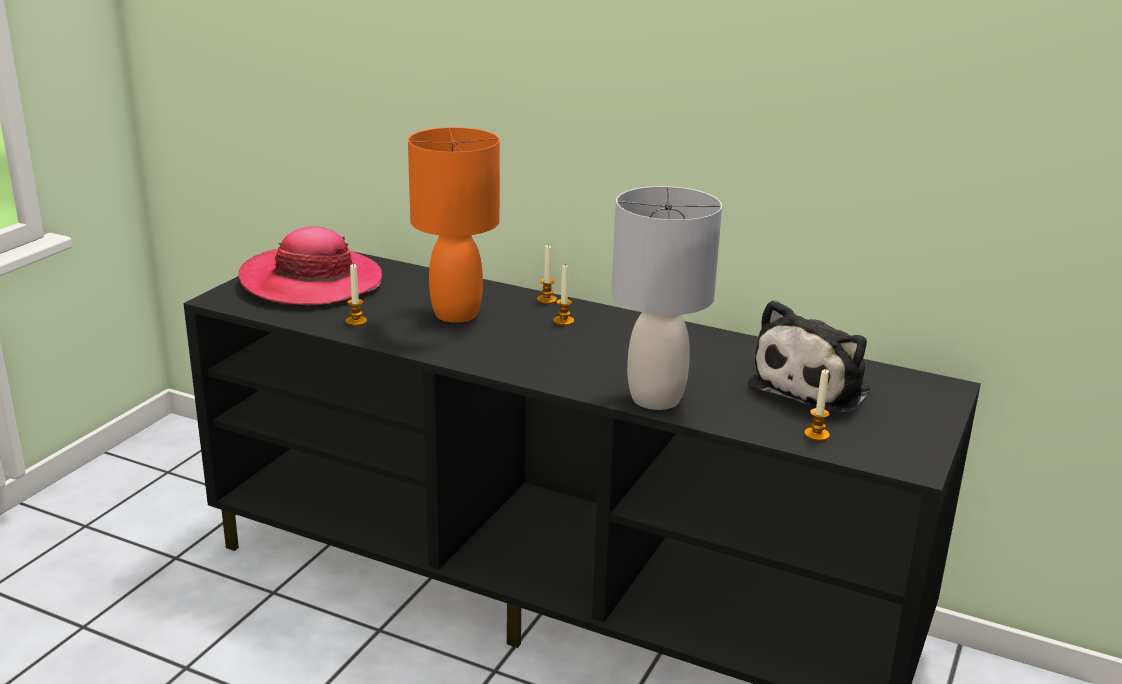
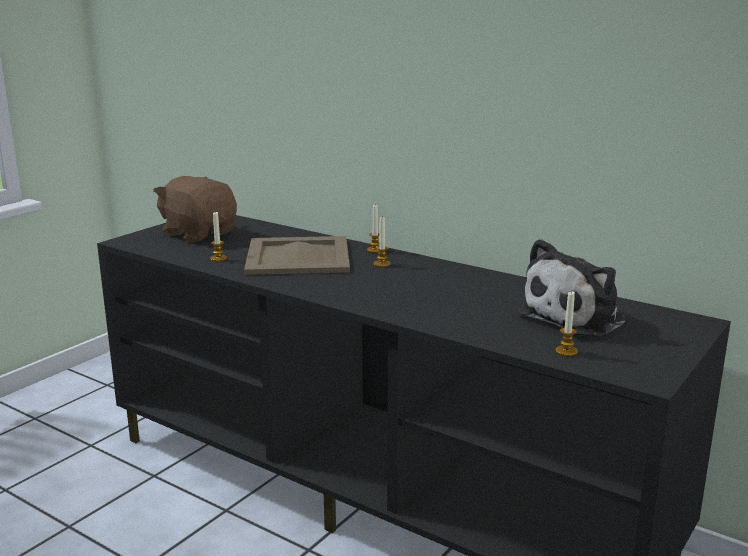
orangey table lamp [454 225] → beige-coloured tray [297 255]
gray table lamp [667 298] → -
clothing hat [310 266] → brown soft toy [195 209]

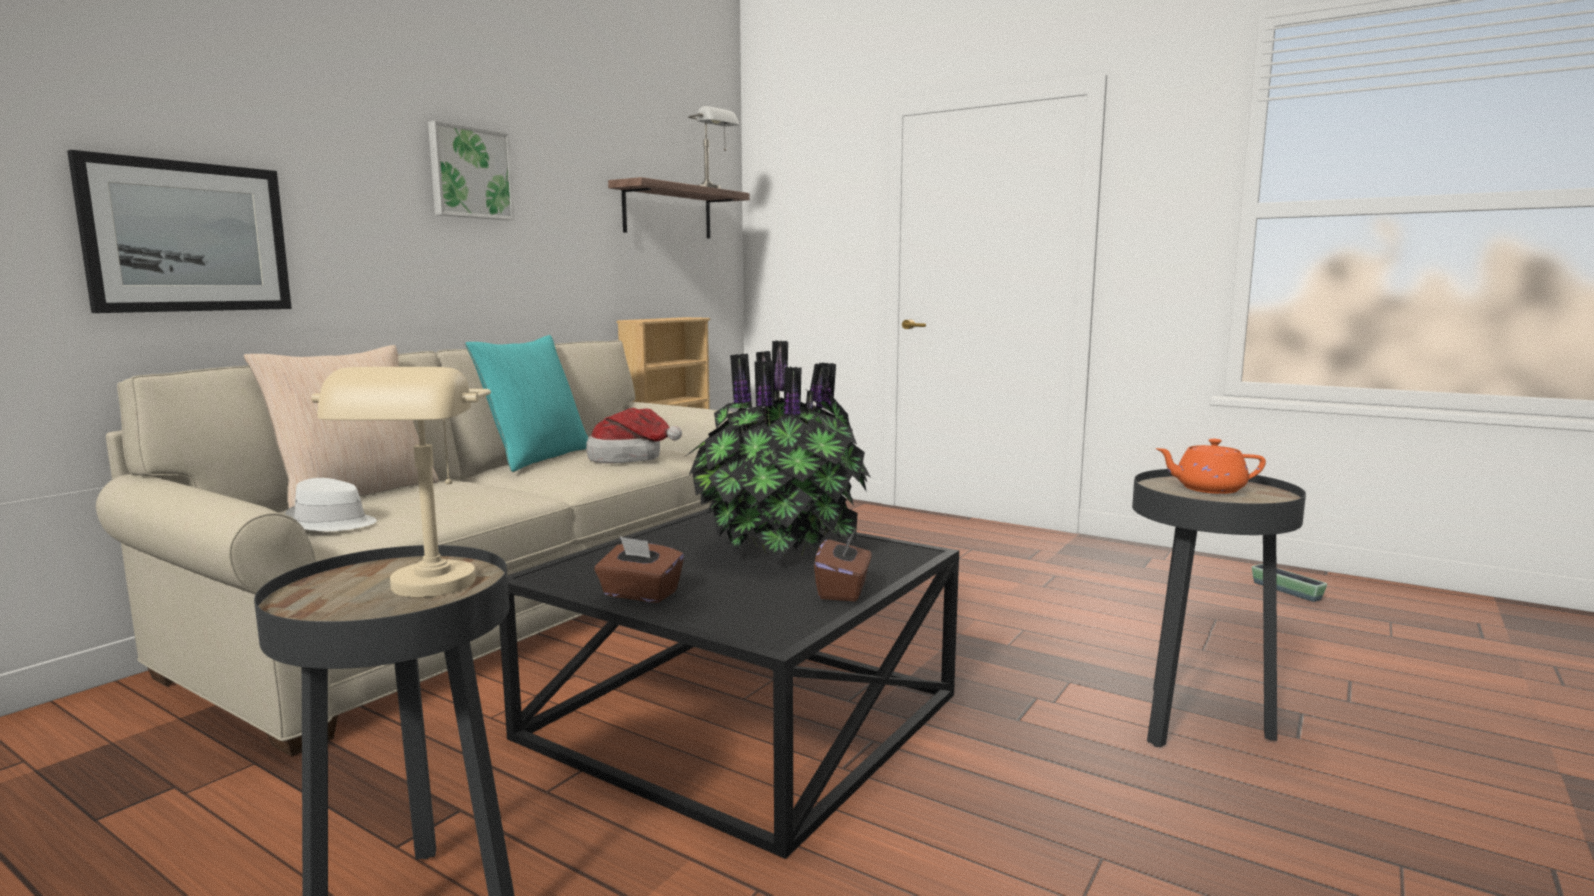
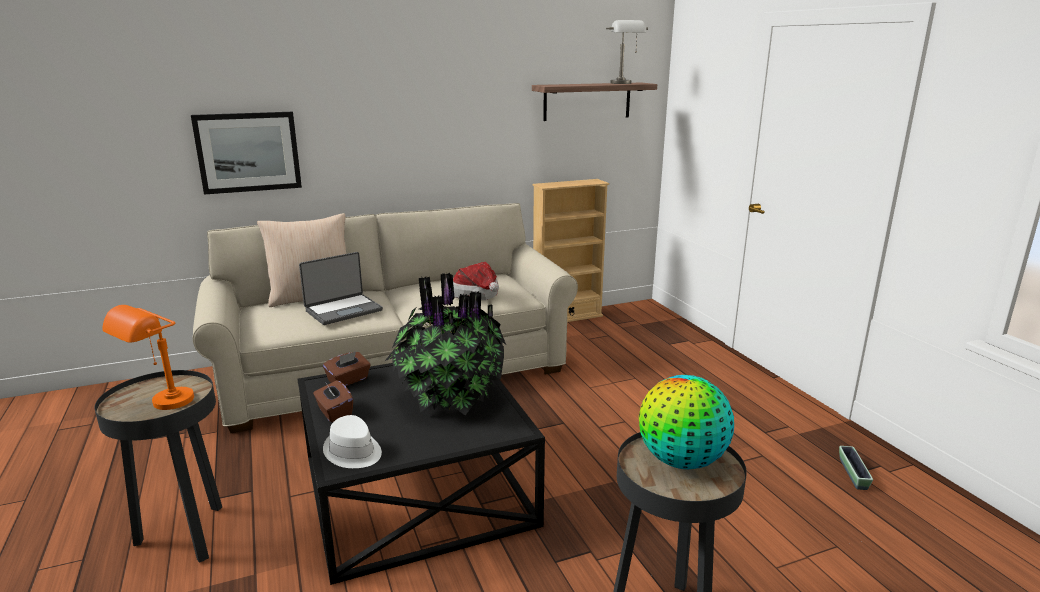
wall picture [471 170] → -
turquoise-coloured cushion [526 403] → -
beige-coloured table lamp [401 482] → orangey table lamp [148 357]
orangey pot for tea [1210 466] → desk globe [686 422]
white clothing hat [331 504] → white clothing hat [352 441], shifted
brown box of tissues [843 566] → brown box of tissues [347 369], shifted
flower pot [1289 583] → flower pot [856 468], shifted
- → notebook computer [341 288]

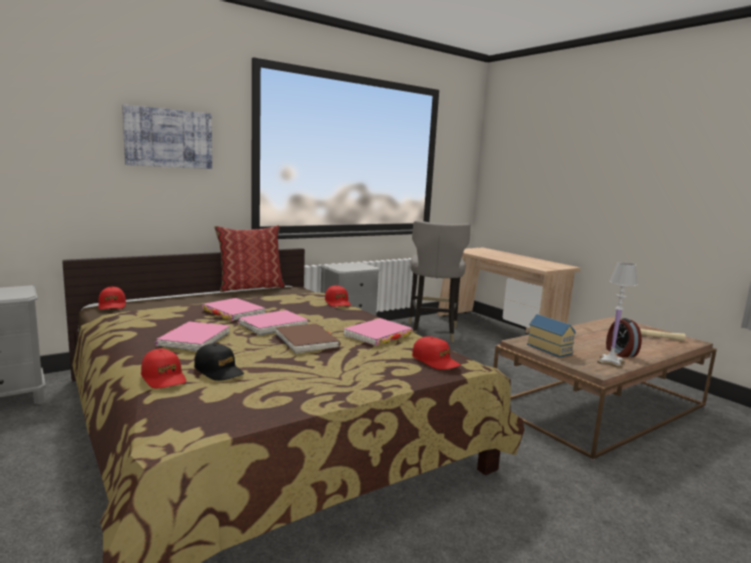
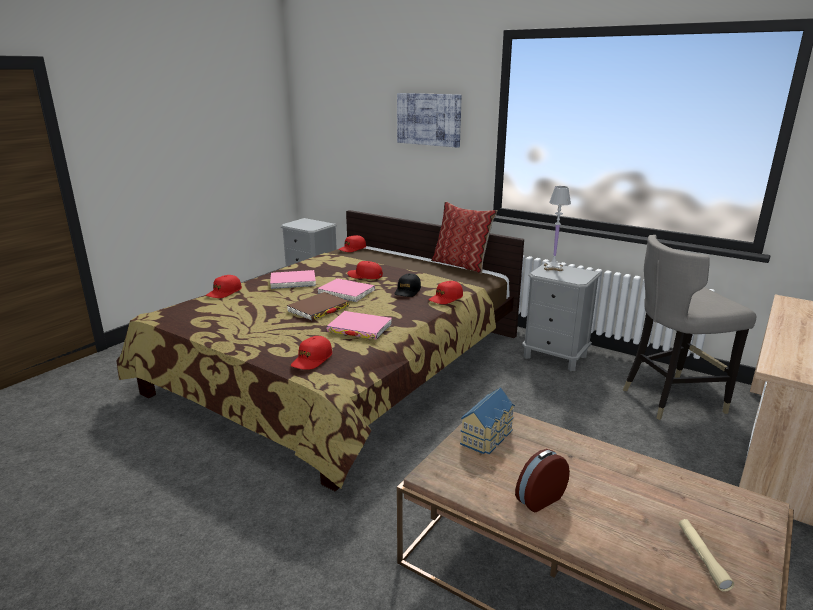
white table lamp [617 315] → white table lamp [557 228], shifted
pinkish volume [234 309] → reddish baseball cap [365 270]
blackish baseball cap [219 362] → blackish baseball cap [407 285], shifted

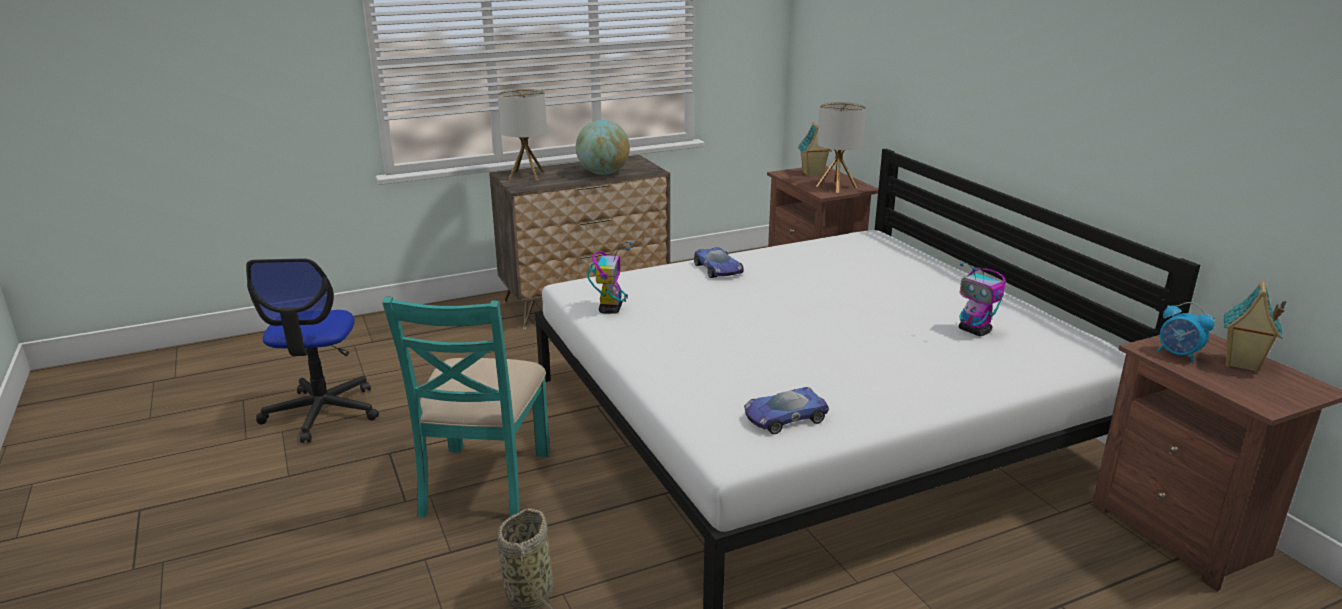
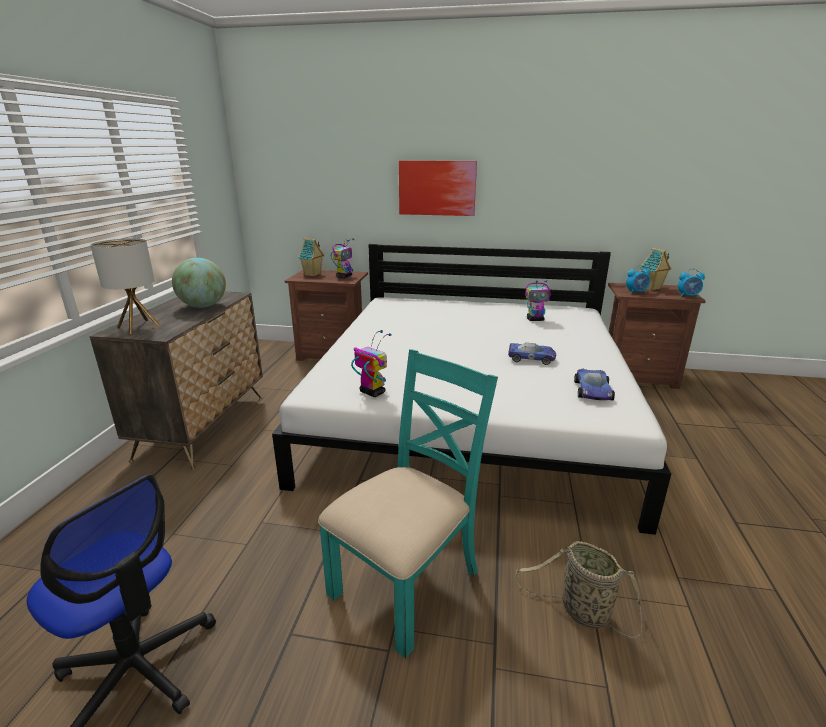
table lamp [841 147] → model robot [342 258]
toy car [719 262] → toy car [532 354], shifted
turquoise-coloured upright chair [466 406] → turquoise-coloured upright chair [408 503], 90 degrees counterclockwise
- → wall picture [438 188]
- → table clock [691 283]

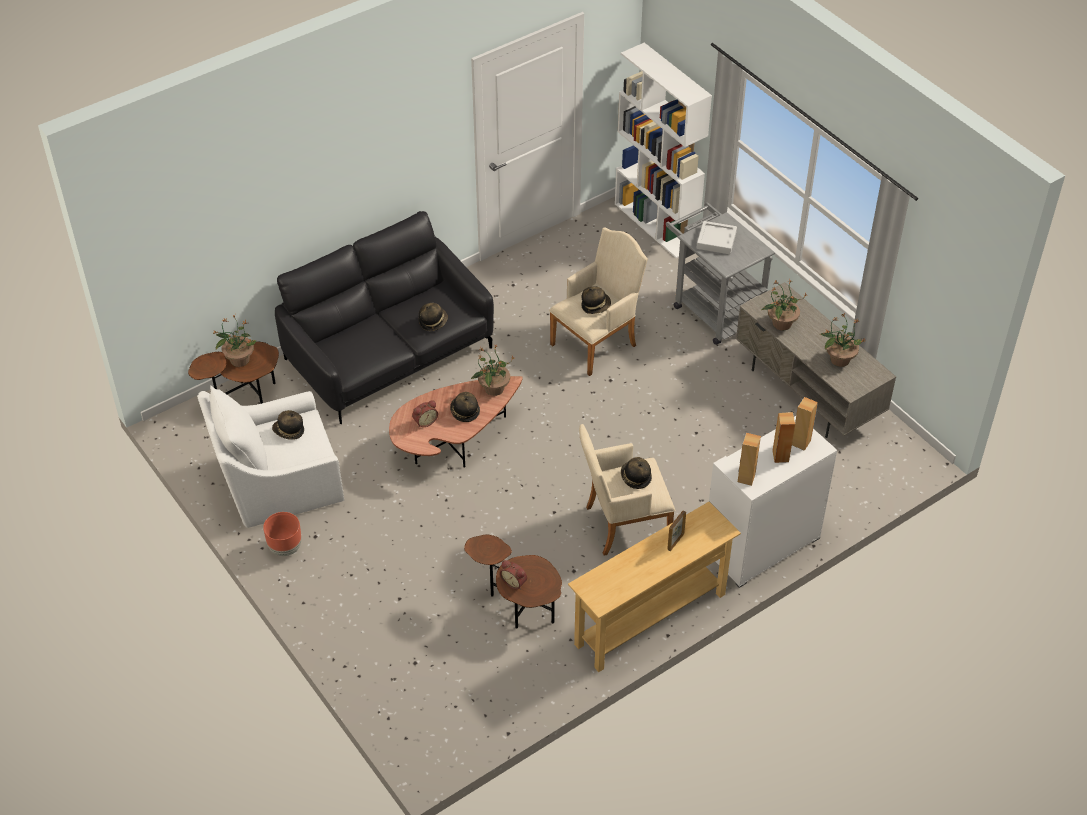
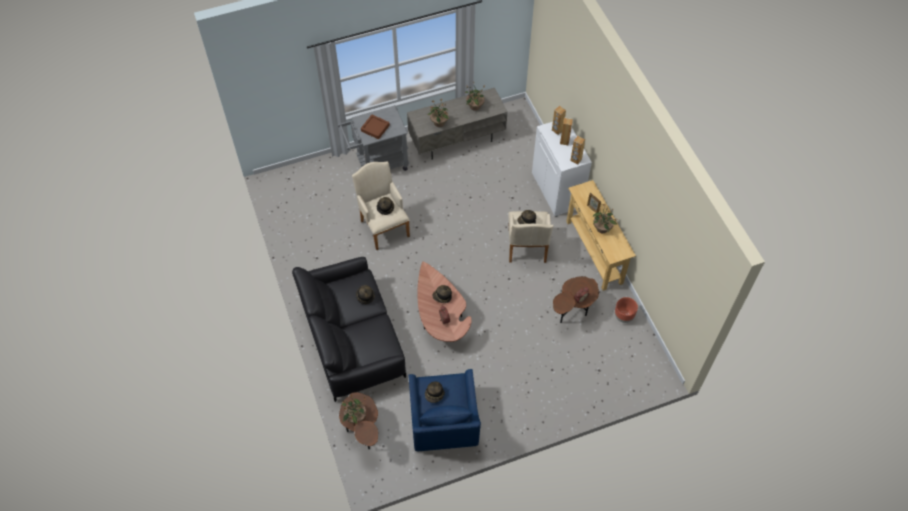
white bookshelf [663 150] → -
gray tray [716 237] → brown tray [375 127]
plant in a pot [492 370] → plant in a pot [605 218], shifted
white easy chair [270 456] → blue easy chair [444 410]
brown flower pot [282 534] → brown flower pot [626 310], shifted

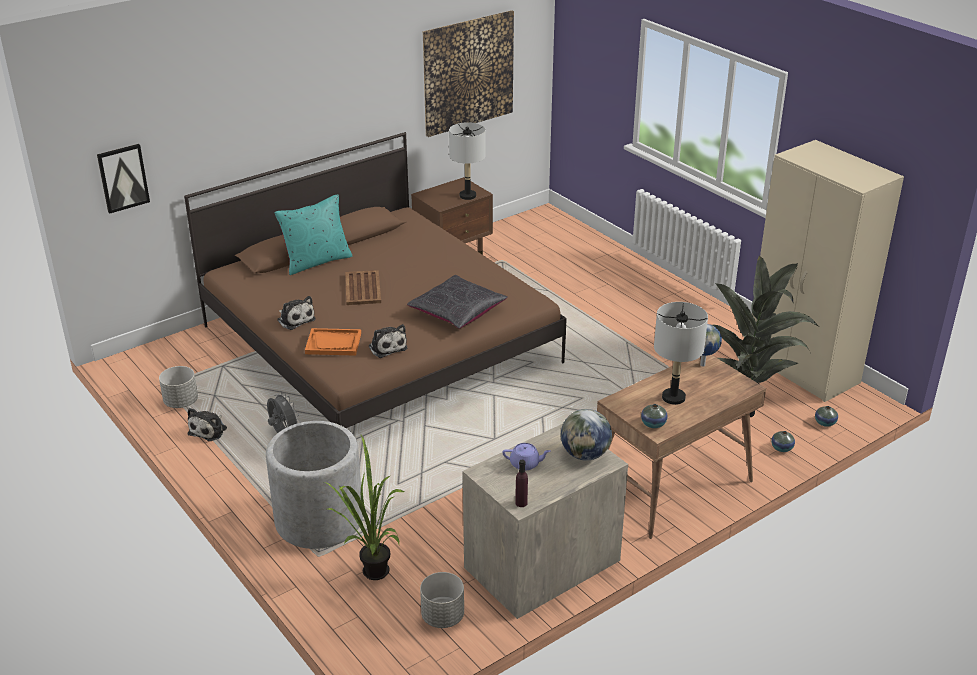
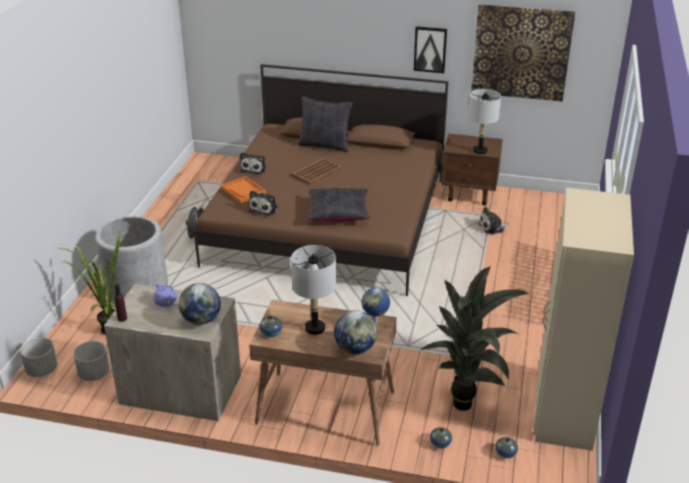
wall picture [123 179] → wall picture [430 49], shifted
turquoise-coloured cushion [313 235] → blackish cushion [325 124]
gray flower pot [178 387] → gray flower pot [38 357], shifted
soft toy [207 424] → soft toy [493 221], shifted
- → desk globe [355 332]

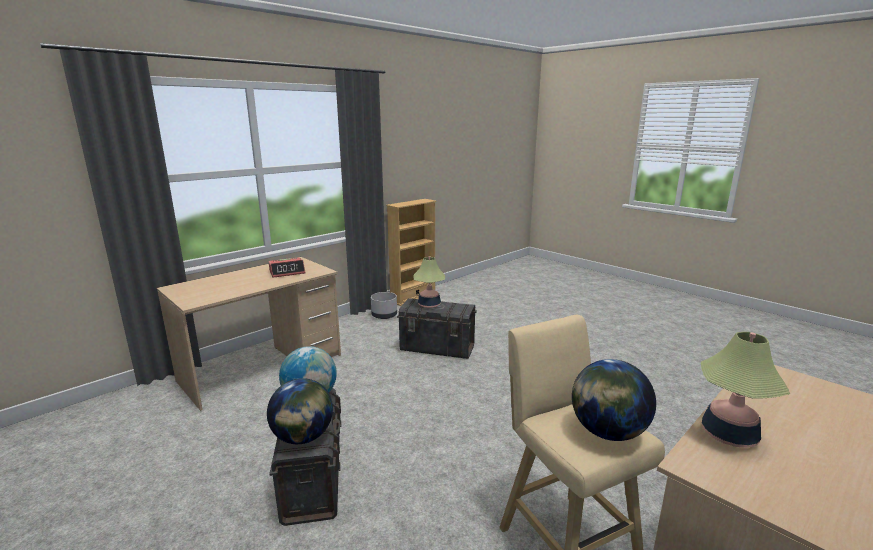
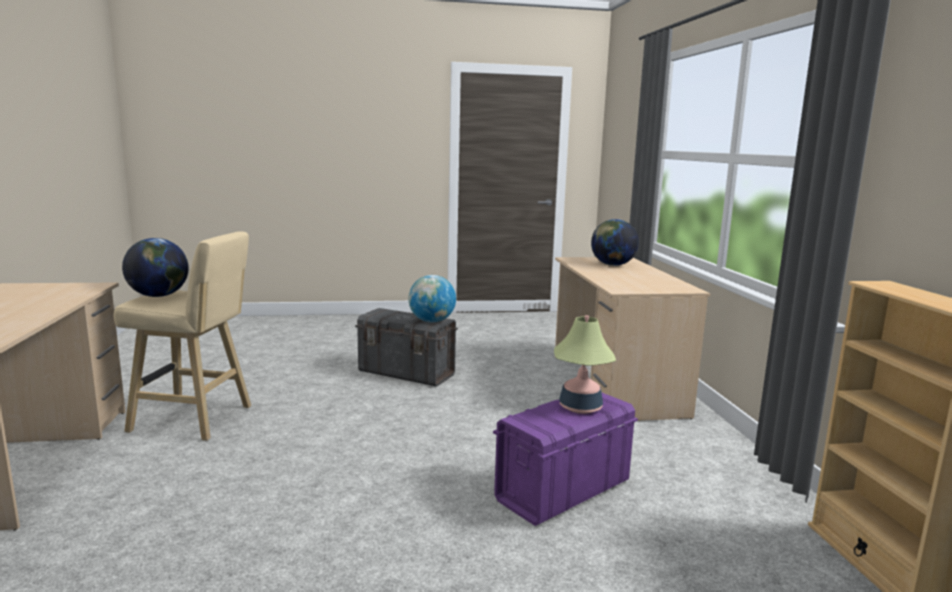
table clock [287 267] → -
gray flower pot [384 305] → -
gray storage box [437 328] → purple storage box [565 459]
table lamp [745 390] → -
desk globe [300 411] → desk globe [615 242], shifted

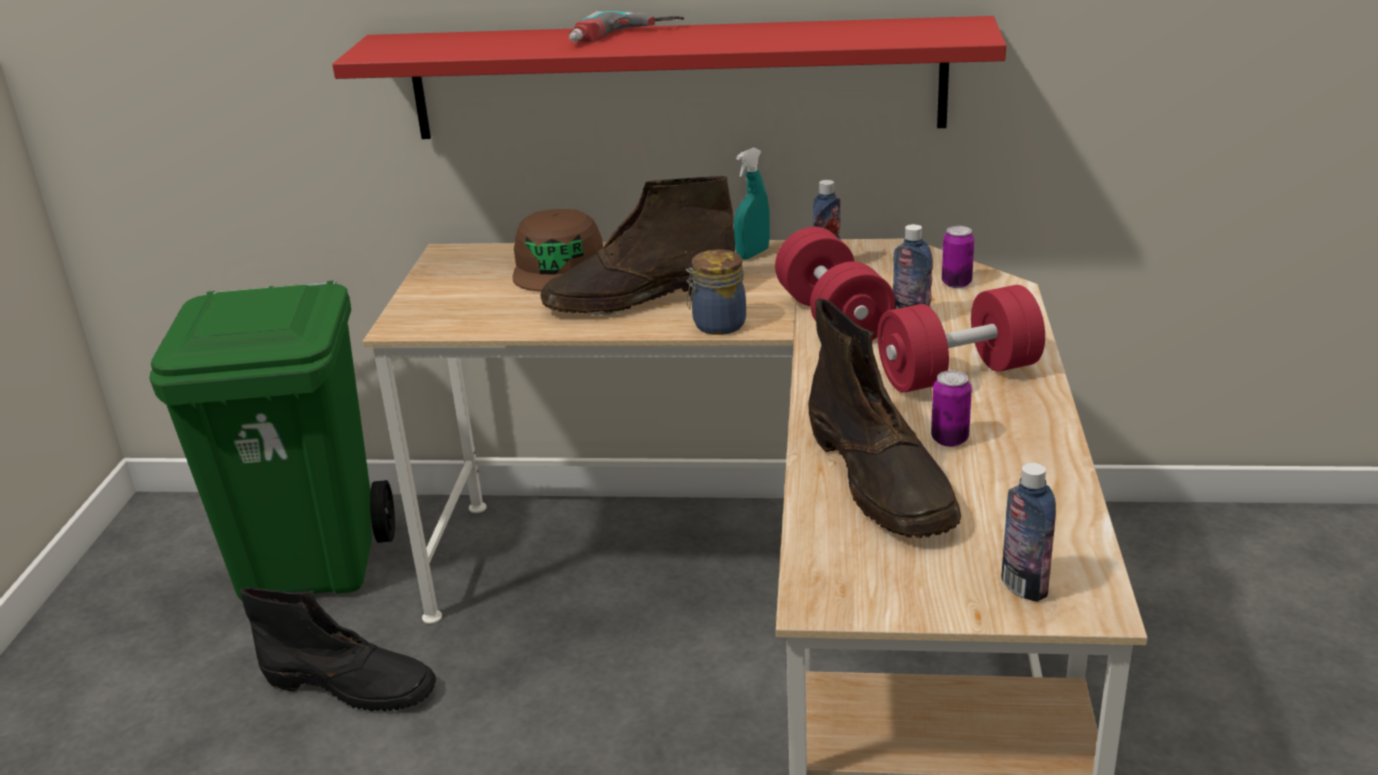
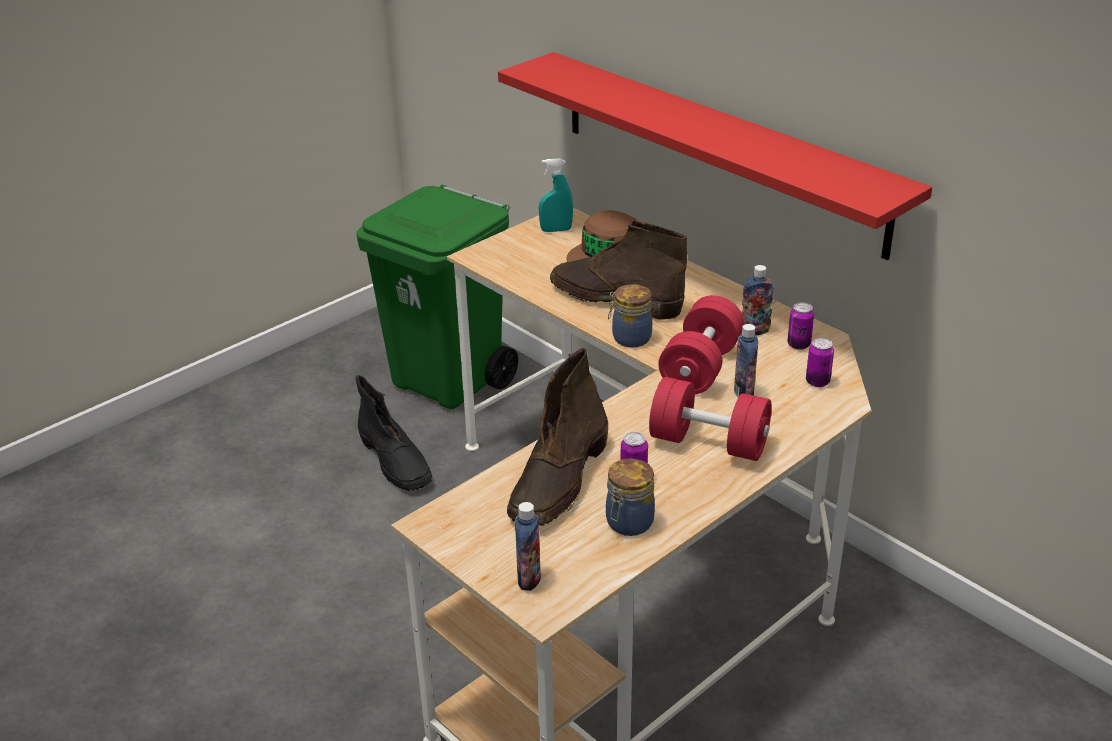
electric drill [626 26] → -
turquoise-coloured spray bottle [752 204] → turquoise-coloured spray bottle [556 195], shifted
- → can [801 326]
- → jar [630 497]

